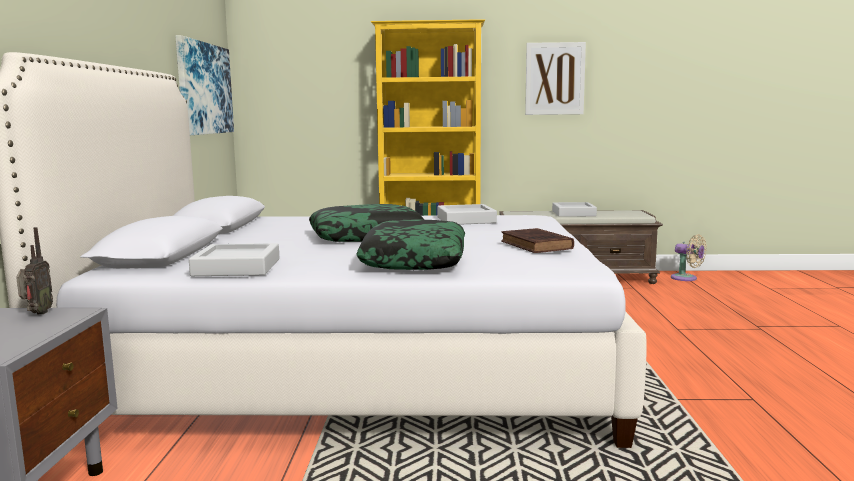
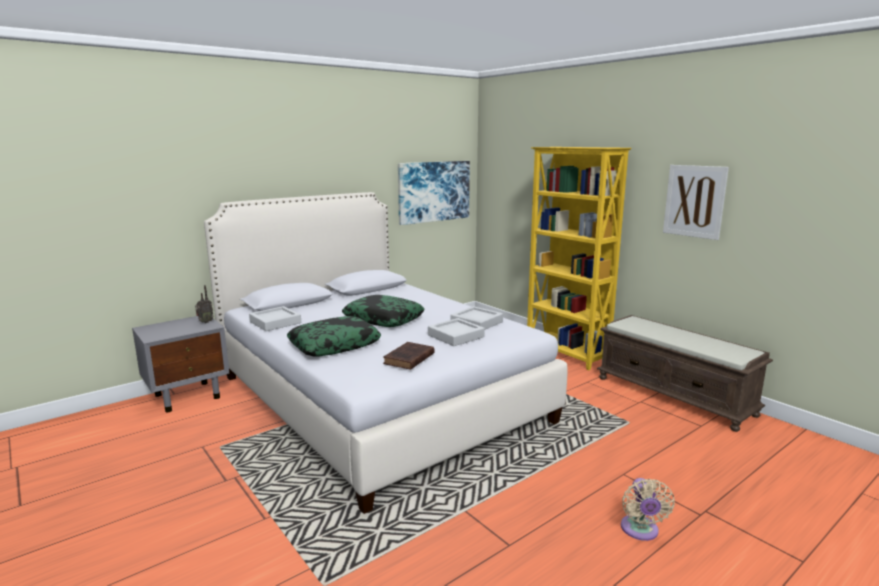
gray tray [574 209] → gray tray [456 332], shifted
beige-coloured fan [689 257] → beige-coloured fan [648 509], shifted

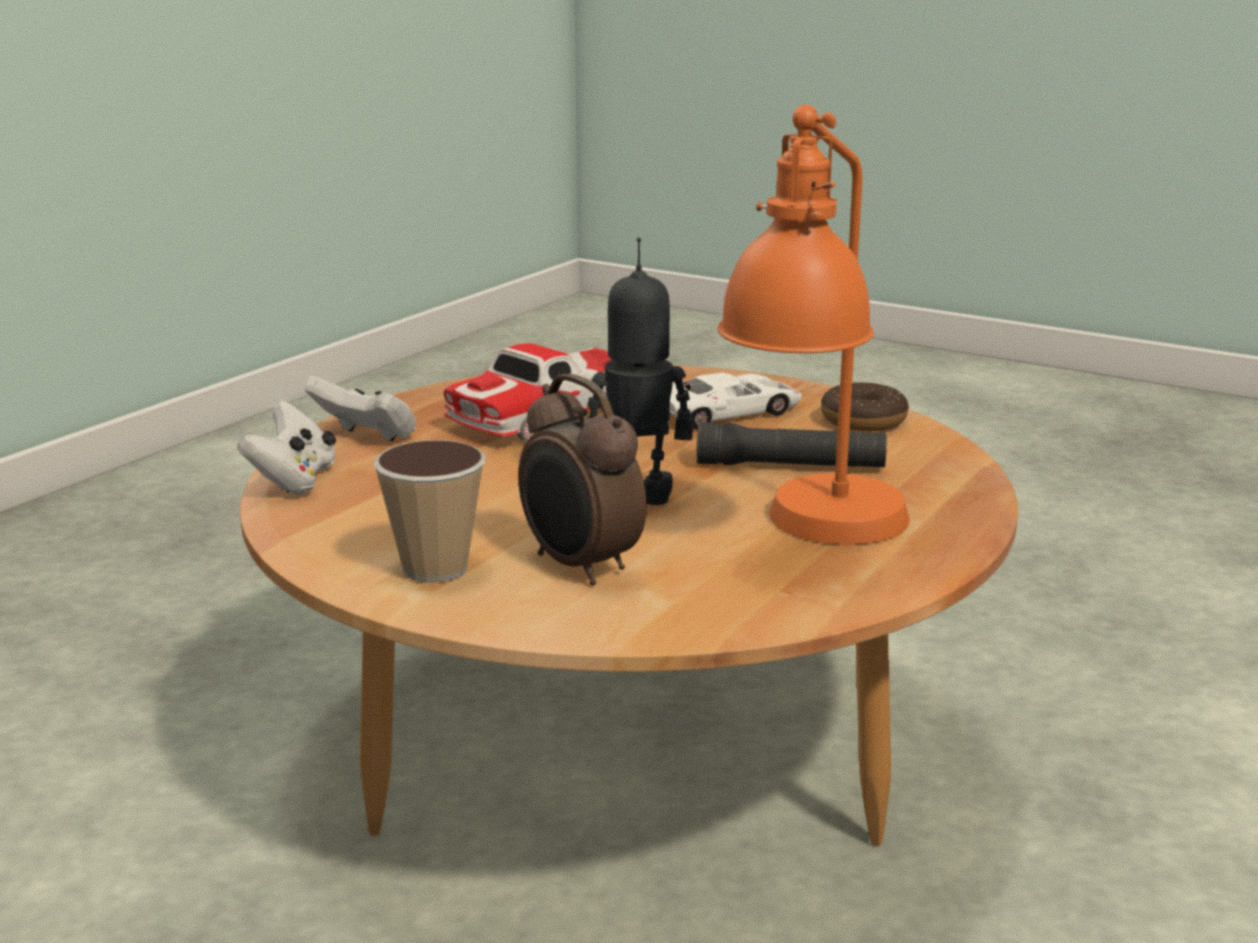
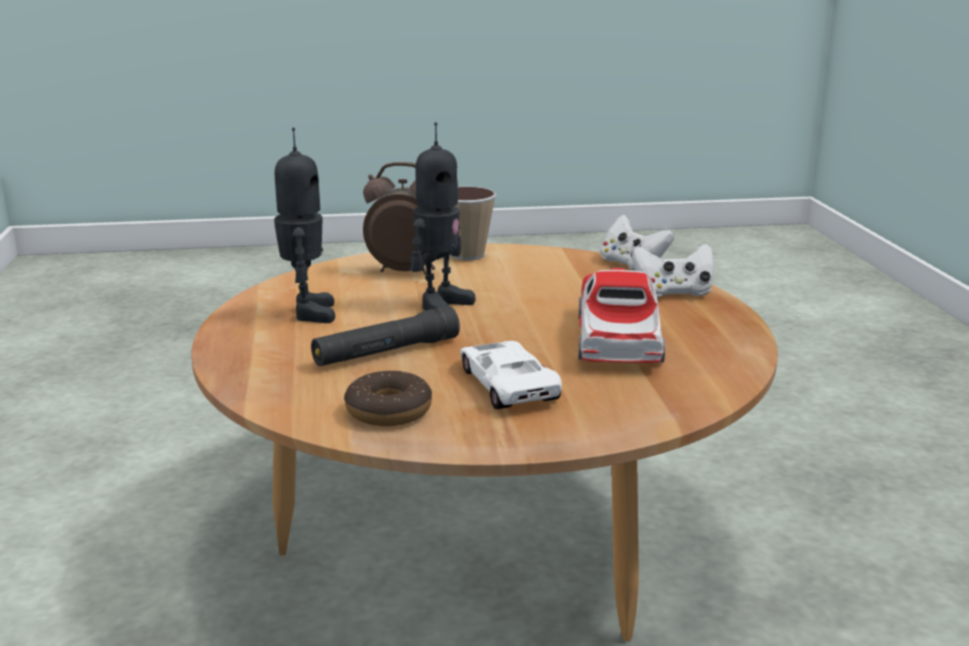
orangey table lamp [813 325] → model robot [304 225]
white toy car [735 401] → white toy car [511 375], 135 degrees clockwise

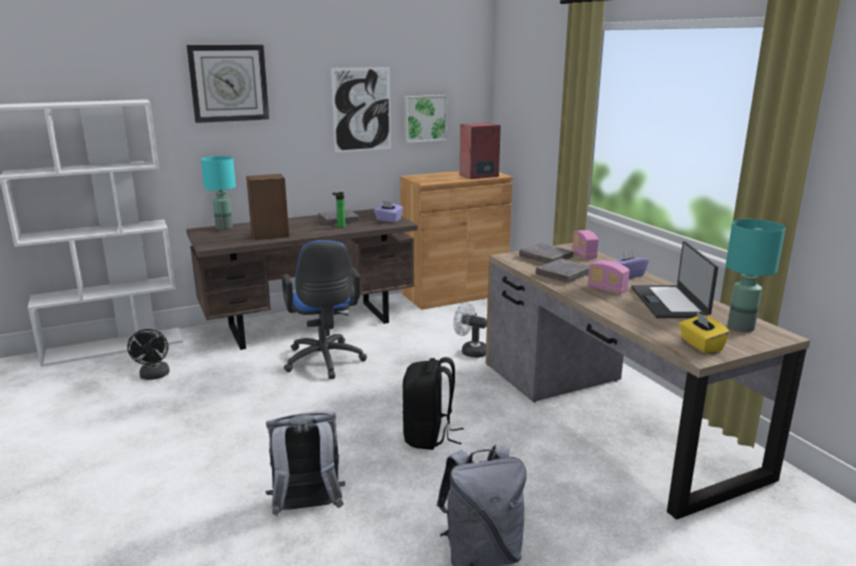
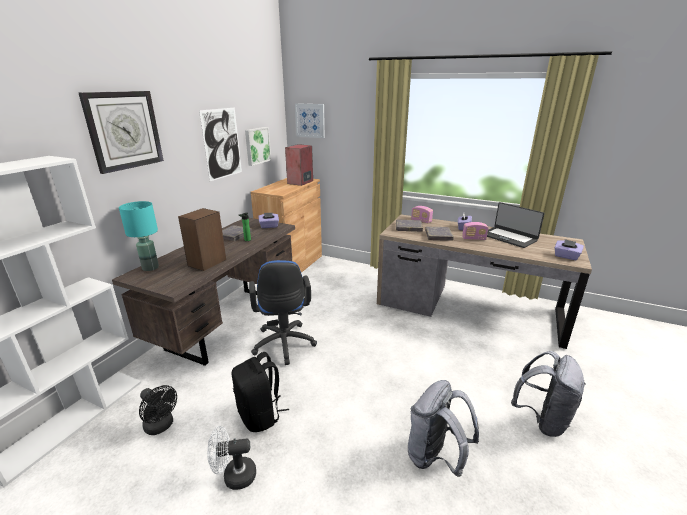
turquoise-coloured table lamp [755 275] → -
blue desk chair [324 309] → blue desk chair [283 312], 45 degrees clockwise
white fan [470 330] → white fan [231 458], shifted
yellowish box of tissues [704 332] → purple box of tissues [569 249]
blackish backpack [433 403] → blackish backpack [260 392], shifted
- → wall picture [310 120]

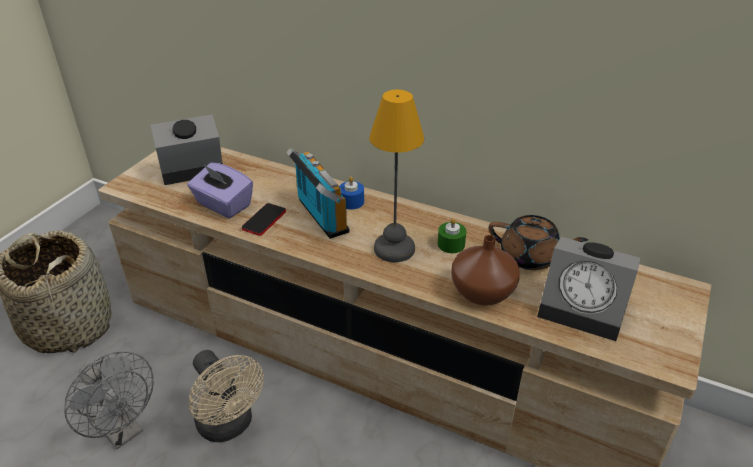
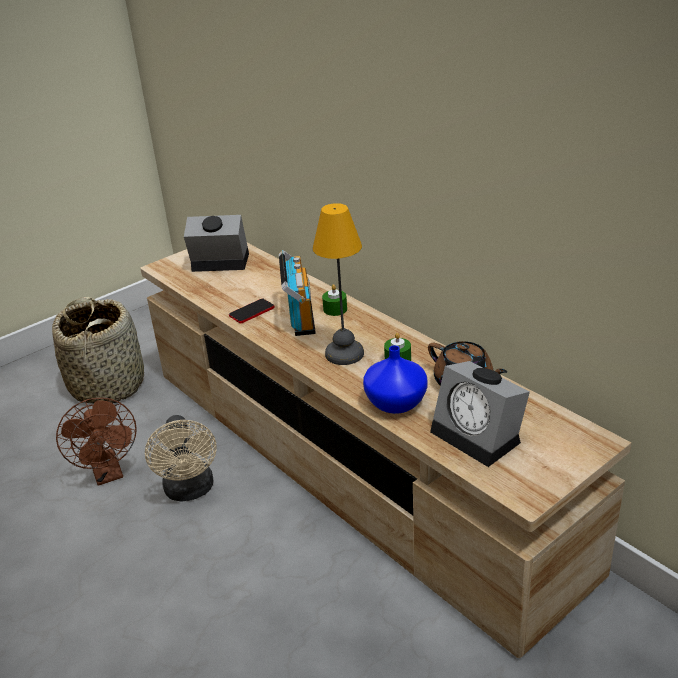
purple box of tissues [220 190] → -
blue wax candle [351 192] → green-coloured wax candle [334 300]
brown vase [485 270] → blue vase [395 380]
gray fan [109 400] → brown fan [96 442]

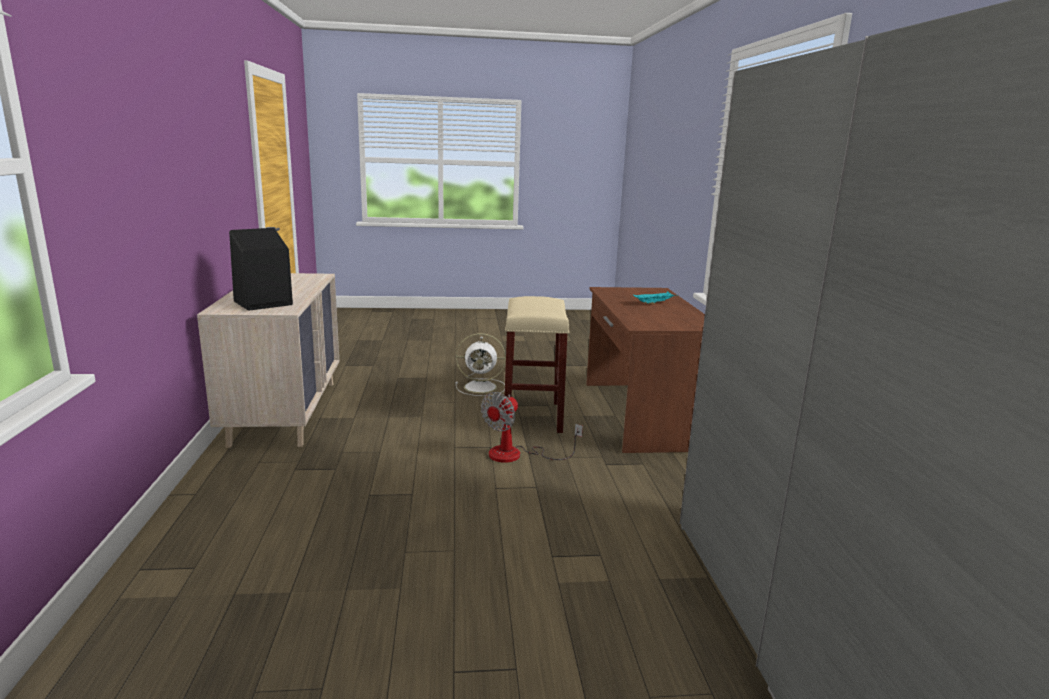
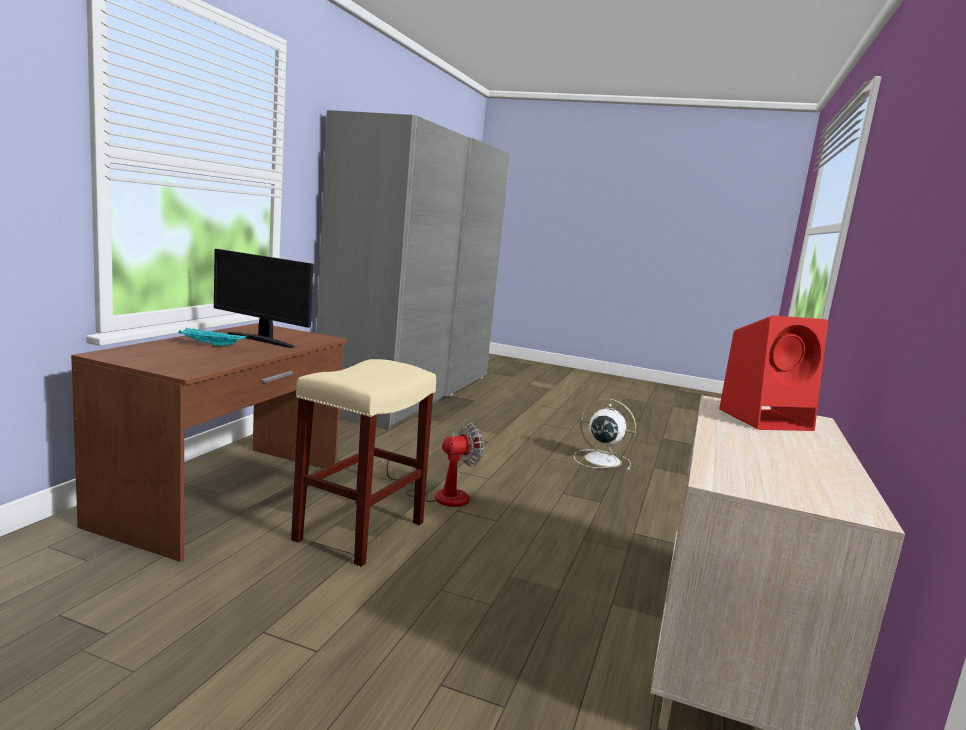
blackish loudspeaker [261 269] → reddish loudspeaker [773 373]
white fan [481 364] → white fan [605 434], shifted
- → computer display [263 298]

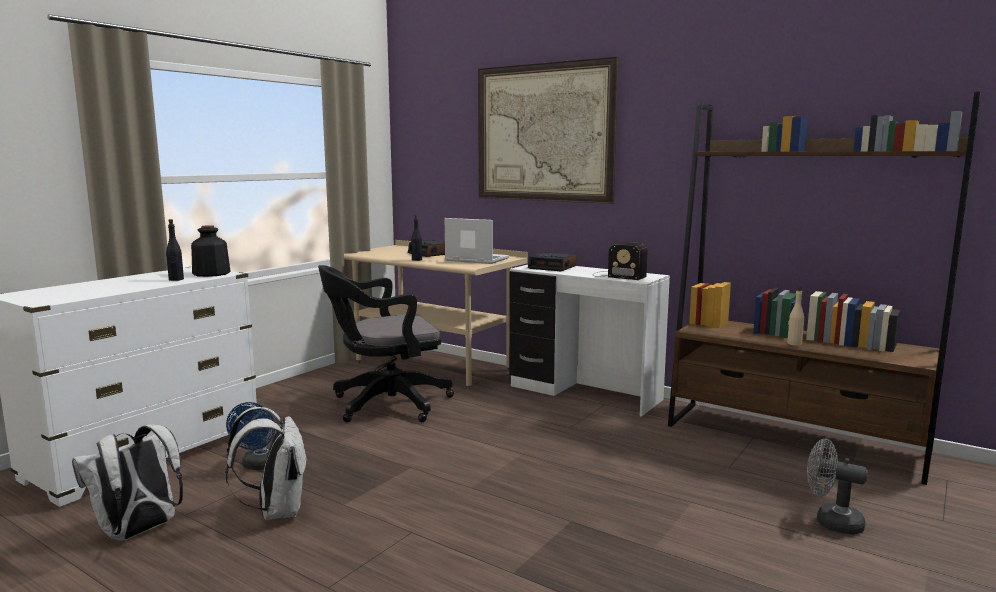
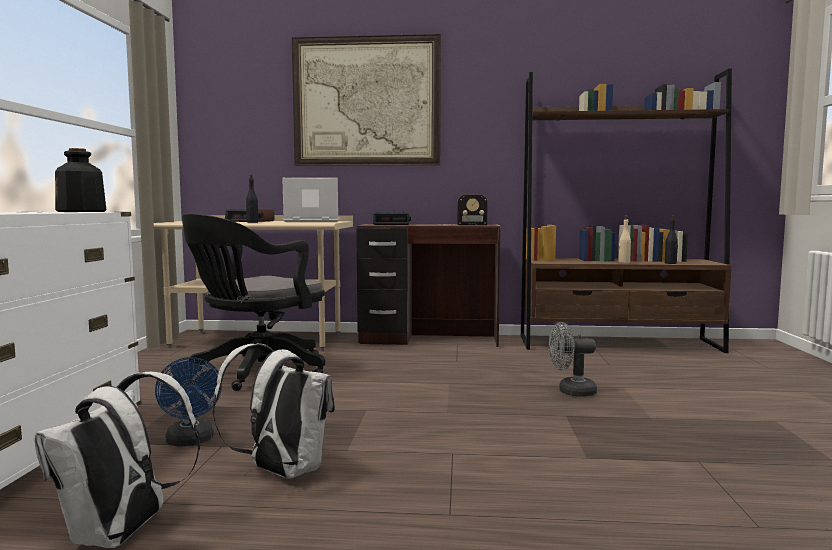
blackish drink bottle [175 250] → blackish drink bottle [671 239], shifted
white desk table [589 341] → brown desk table [428 285]
gray fan [837 487] → gray fan [573 359], shifted

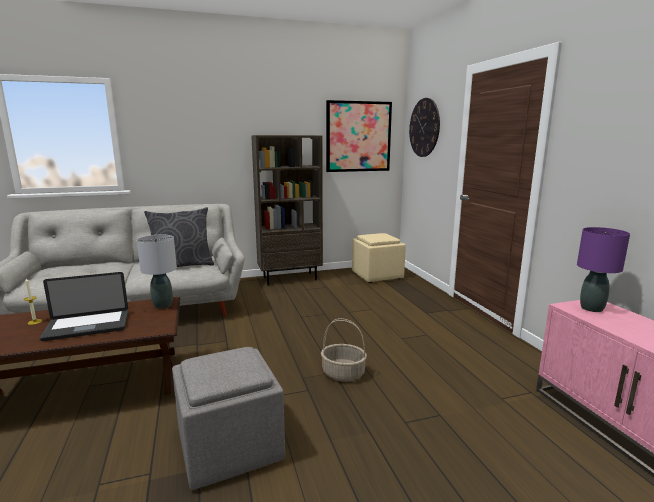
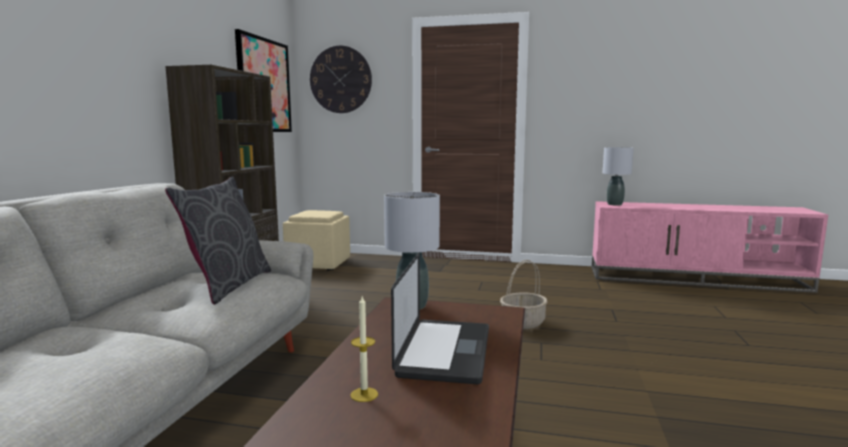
purple table lamp [603 269] → gray table lamp [618 176]
gray ottoman [228 418] → -

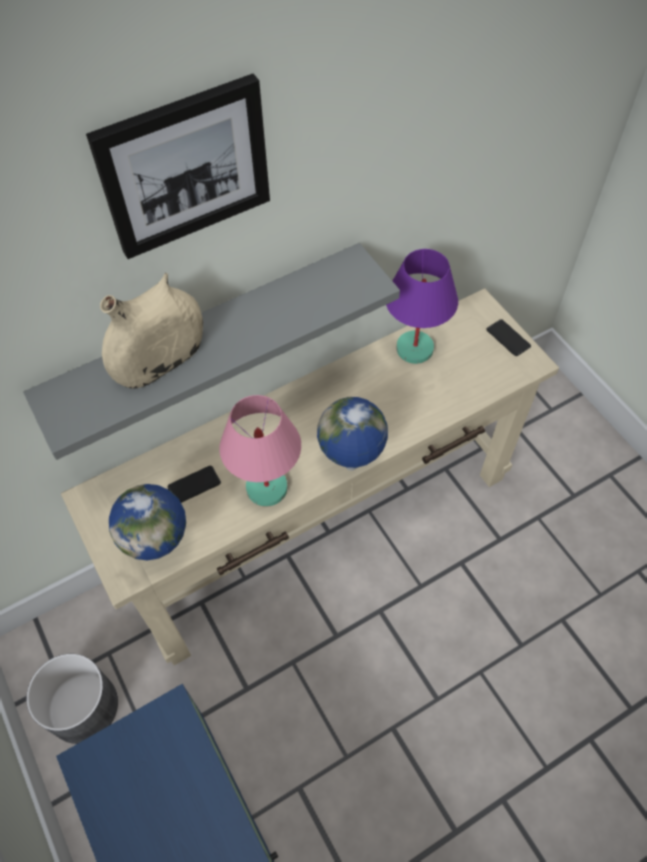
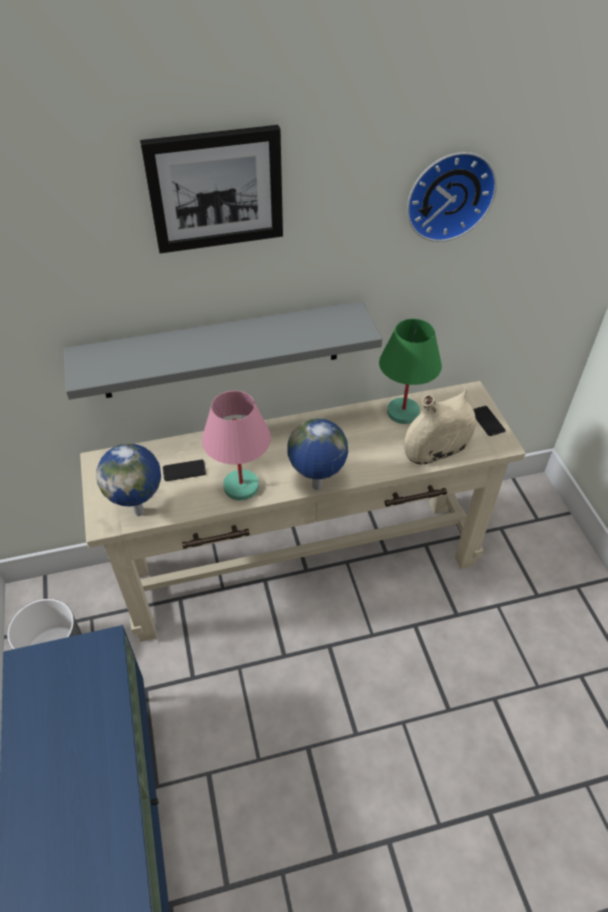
purple table lamp [422 306] → green-coloured table lamp [410 371]
beige-coloured vase [151 331] → beige-coloured vase [440 427], shifted
- → hanging clock [452 197]

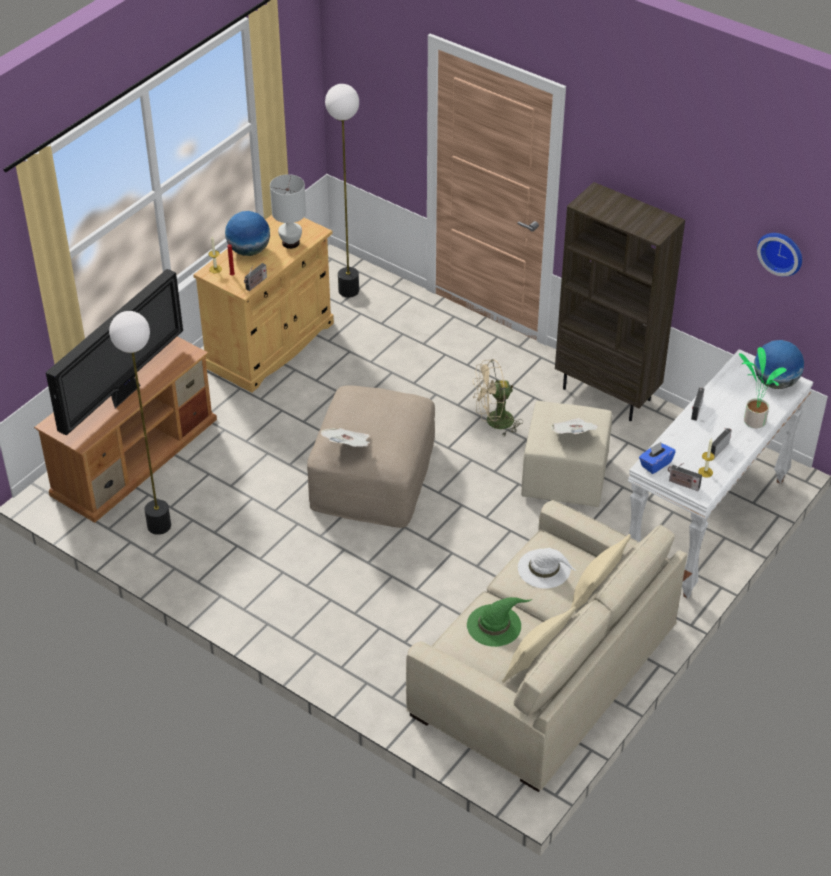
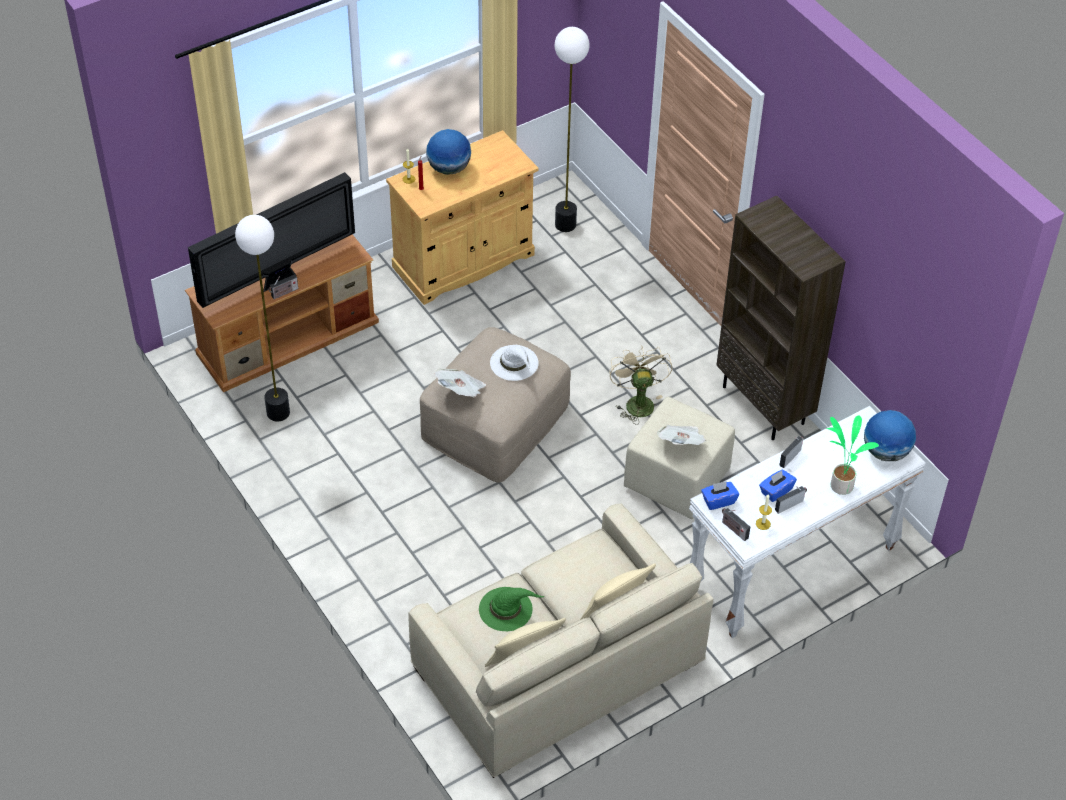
white table lamp [288 211] → -
hanging clock [779 254] → -
radio set [255 277] → radio set [283 287], shifted
beige-coloured fan [498 397] → beige-coloured fan [641 385], 75 degrees clockwise
white clothing hat [547 568] → white clothing hat [514 363], shifted
- → blue box of tissues [778 486]

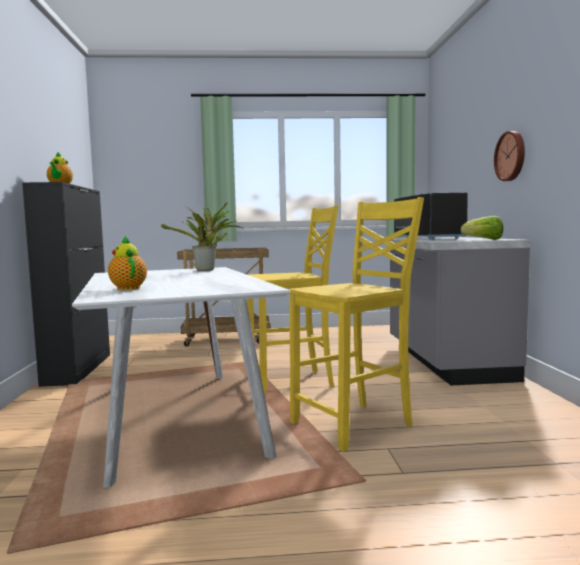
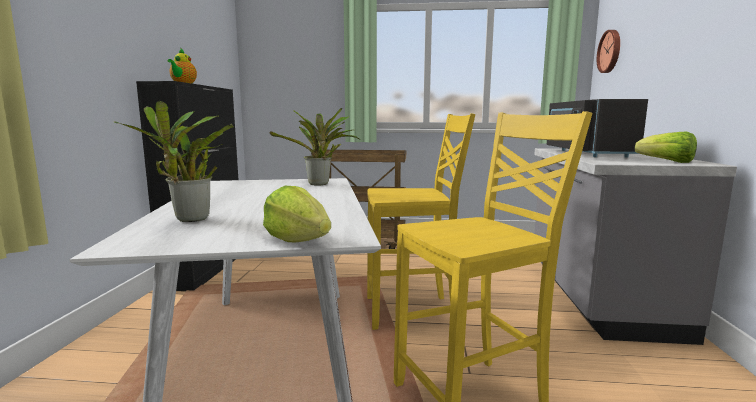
hanging clock [509 156] → hanging clock [608 51], shifted
pot for tea [127 262] → plant in a pot [173 161]
- → head of lettuce [297 214]

